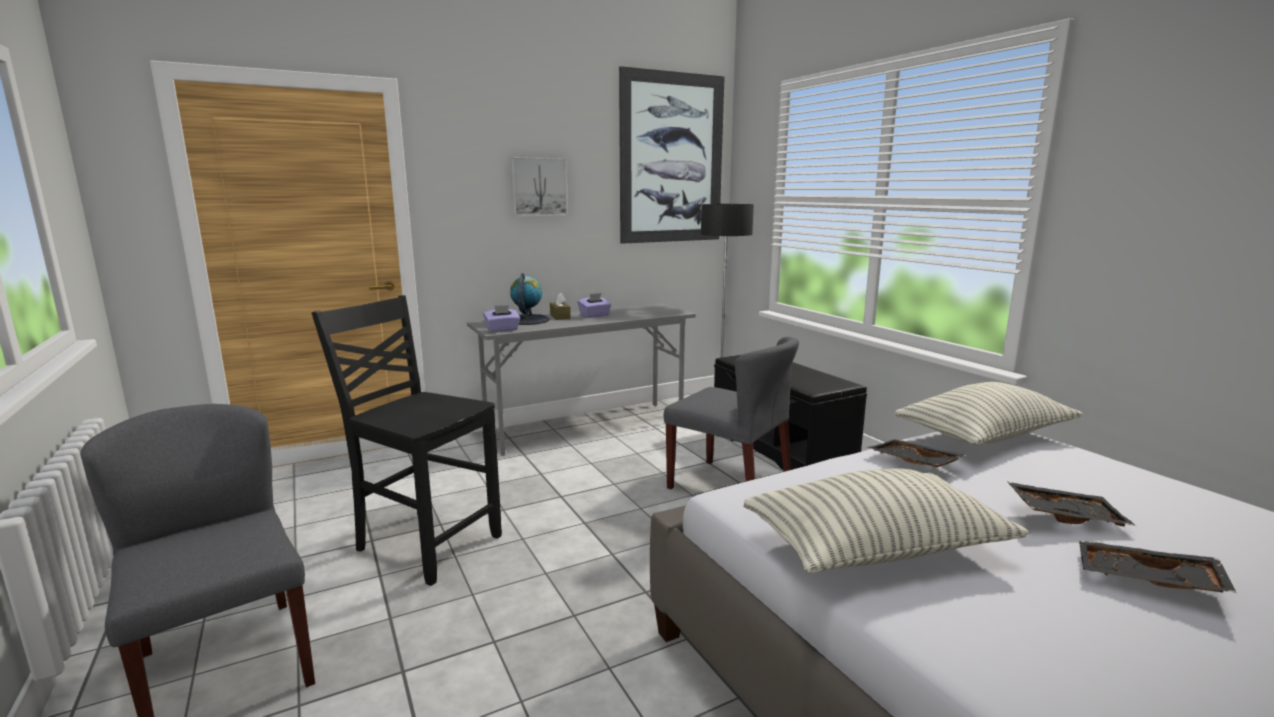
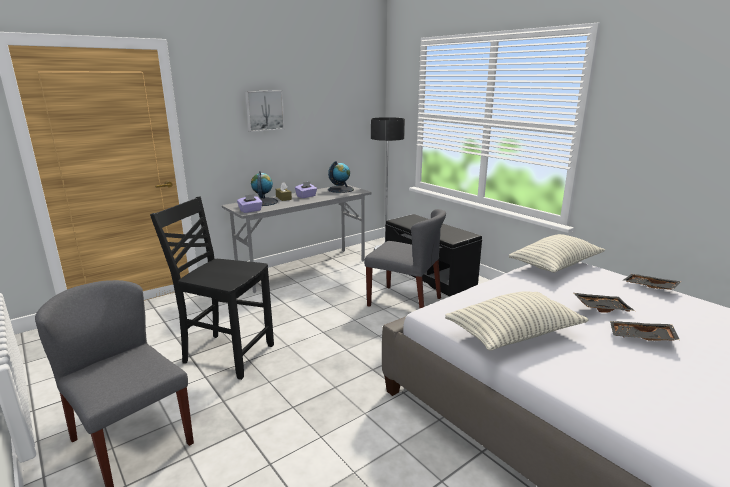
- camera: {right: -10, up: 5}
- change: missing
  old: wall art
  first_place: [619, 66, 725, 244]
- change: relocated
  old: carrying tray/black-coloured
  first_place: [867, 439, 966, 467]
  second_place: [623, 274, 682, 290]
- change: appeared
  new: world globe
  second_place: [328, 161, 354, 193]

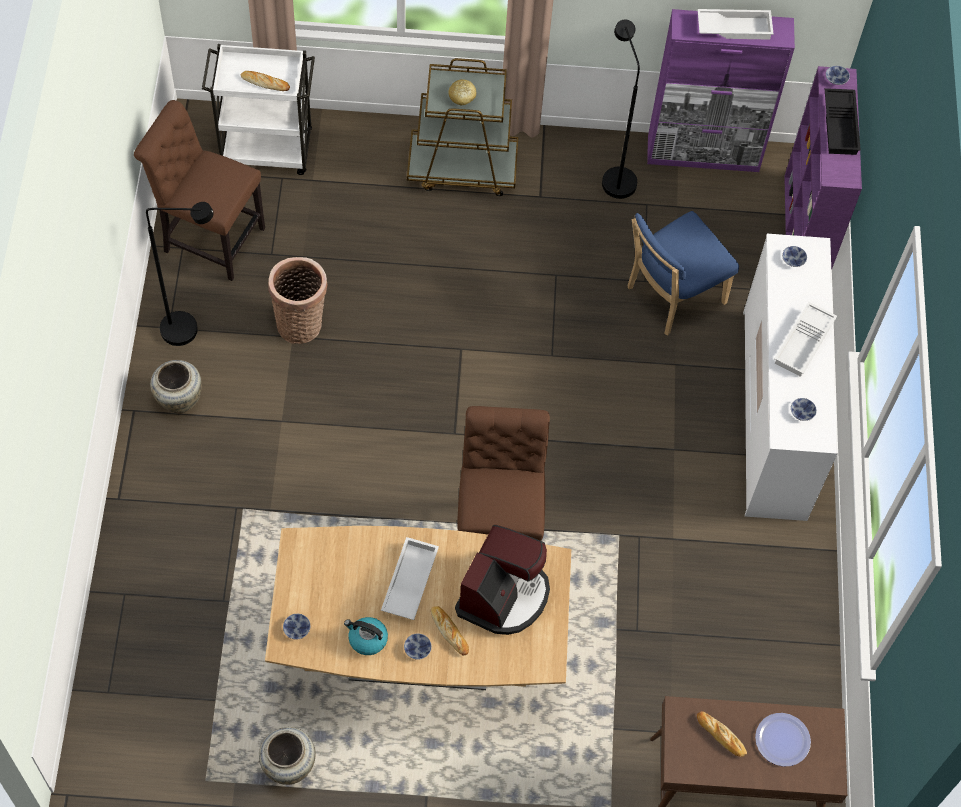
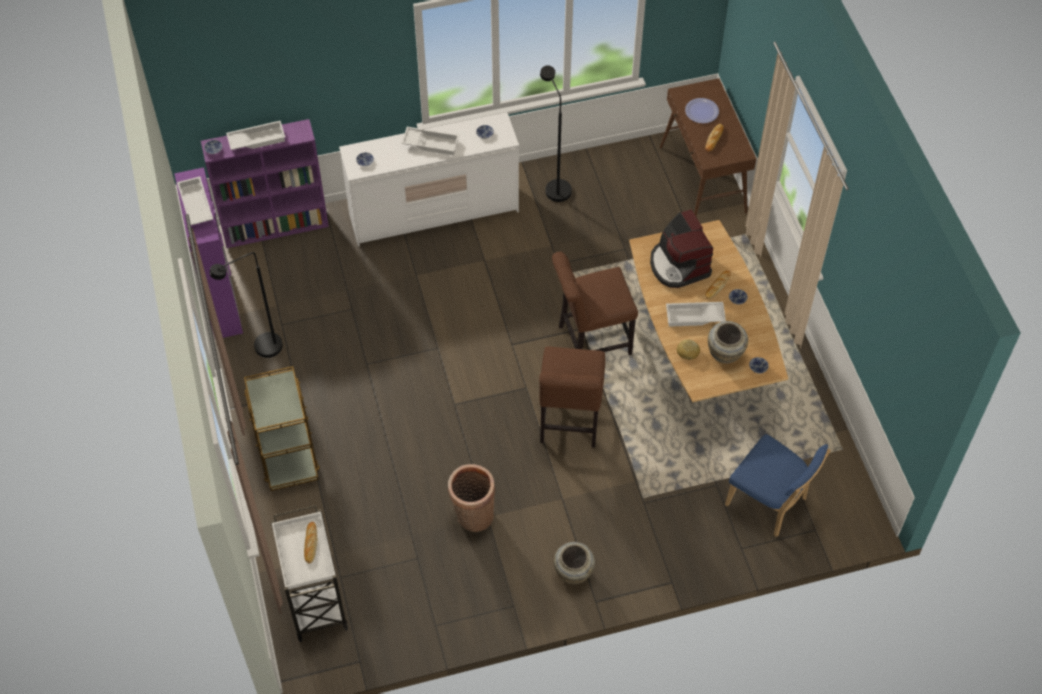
- camera: {right: -105, up: -5}
- change: relocated
  old: baked bread
  first_place: [448, 79, 476, 105]
  second_place: [677, 340, 700, 360]
- change: colour
  old: carrying tray/black-coloured
  new: carrying tray/white-coloured
  first_place: [825, 88, 861, 155]
  second_place: [226, 121, 285, 150]
- change: relocated
  old: chair/brownish
  first_place: [134, 100, 265, 281]
  second_place: [539, 347, 605, 448]
- change: relocated
  old: floor lamp/black-coloured
  first_place: [146, 202, 214, 346]
  second_place: [540, 65, 572, 202]
- change: relocated
  old: chair/blue
  first_place: [627, 211, 739, 336]
  second_place: [725, 434, 831, 537]
- change: spun
  old: coffee machine
  first_place: [455, 525, 550, 635]
  second_place: [650, 210, 713, 288]
  degrees: -120
- change: missing
  old: water kettle
  first_place: [344, 617, 388, 655]
- change: relocated
  old: vase/beige
  first_place: [259, 727, 315, 785]
  second_place: [708, 321, 748, 364]

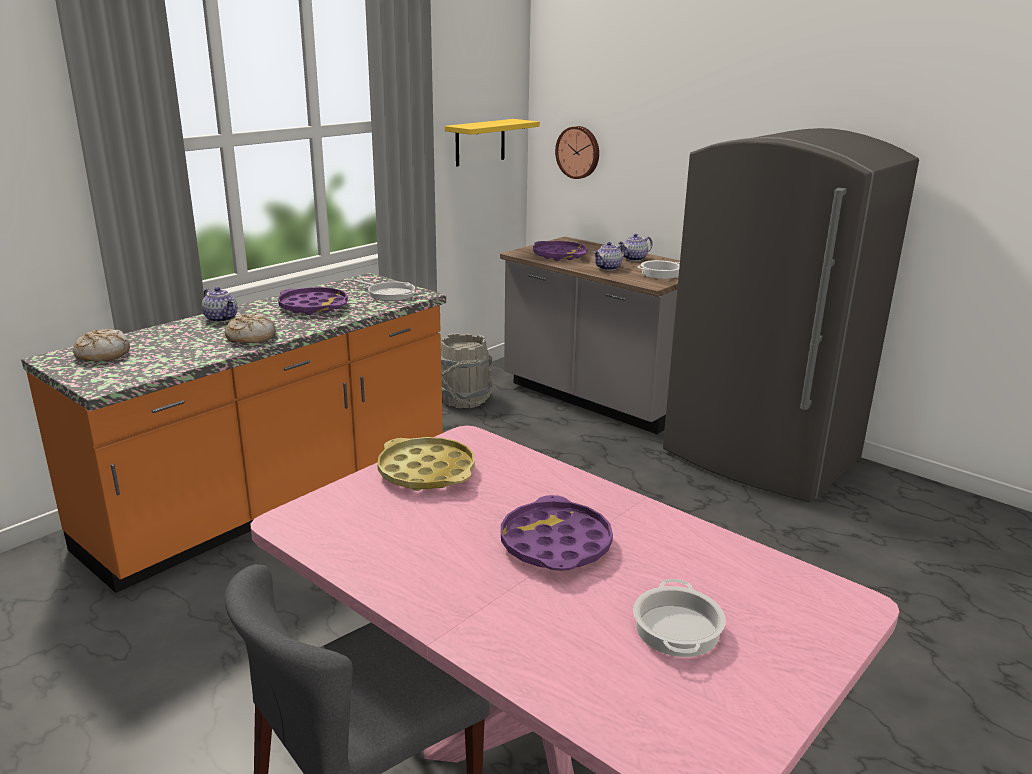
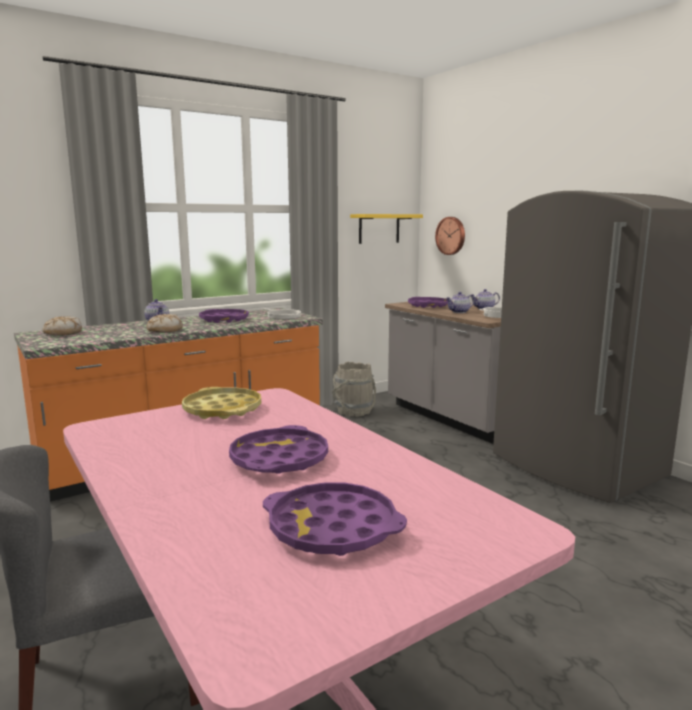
- camera: {right: 15, up: -10}
- change: exchanged
  old: cooking pot
  new: carrying tray/purple-coloured
  first_place: [633, 579, 726, 657]
  second_place: [263, 482, 407, 556]

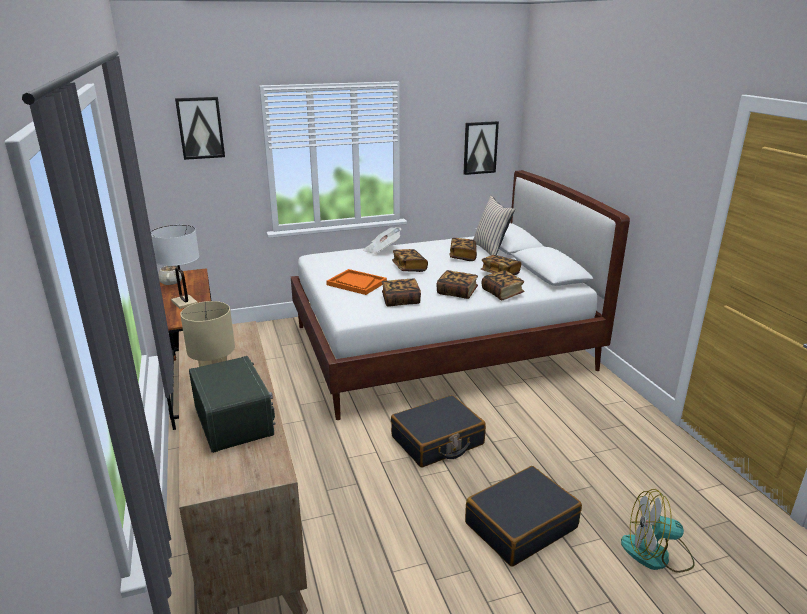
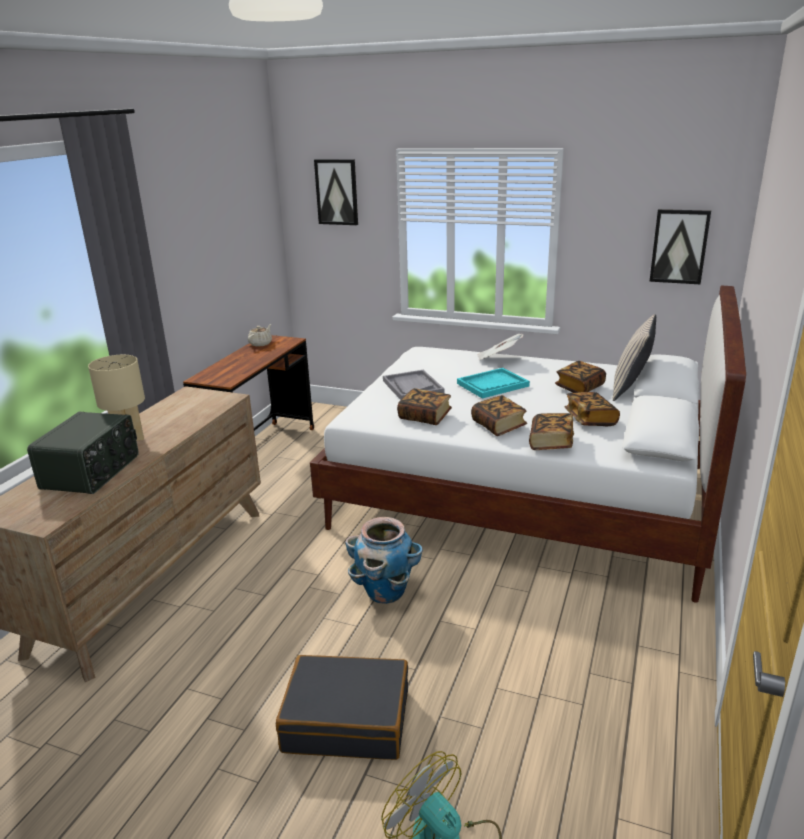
- camera: {right: 40, up: 0}
- change: missing
  old: lamp for a table/white-coloured
  first_place: [151, 225, 199, 309]
- change: exchanged
  old: volume
  new: carrying tray/turquoise-coloured
  first_place: [392, 249, 428, 272]
  second_place: [457, 368, 530, 399]
- change: colour
  old: carrying tray/orangey
  new: carrying tray/greyish
  first_place: [326, 269, 387, 295]
  second_place: [383, 370, 444, 400]
- change: exchanged
  old: suitcase/black-coloured
  new: flower pot
  first_place: [391, 395, 486, 467]
  second_place: [345, 517, 423, 604]

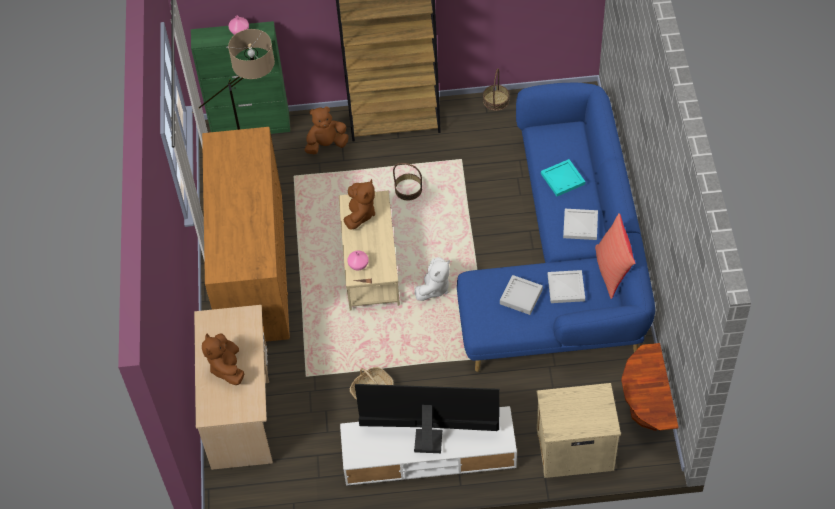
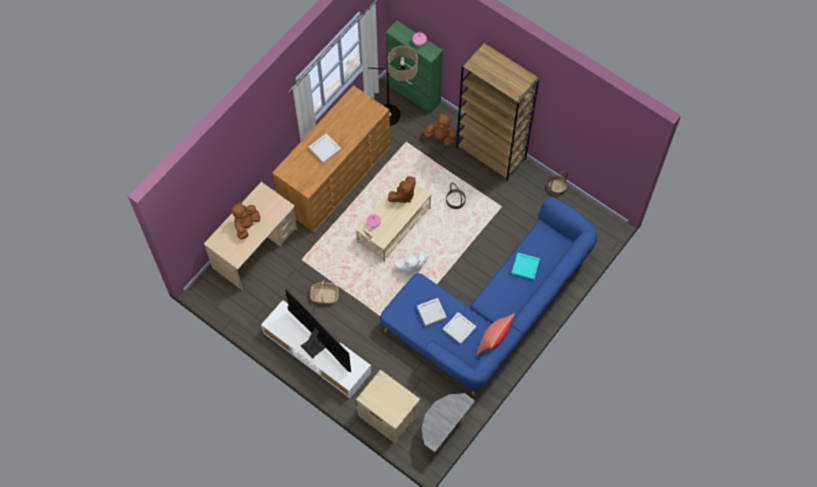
- camera: {right: 40, up: 10}
- change: relocated
  old: carrying tray/white-coloured
  first_place: [563, 209, 598, 240]
  second_place: [309, 133, 341, 164]
- change: colour
  old: side table/brownish
  new: side table/greyish
  first_place: [621, 343, 679, 431]
  second_place: [422, 393, 475, 452]

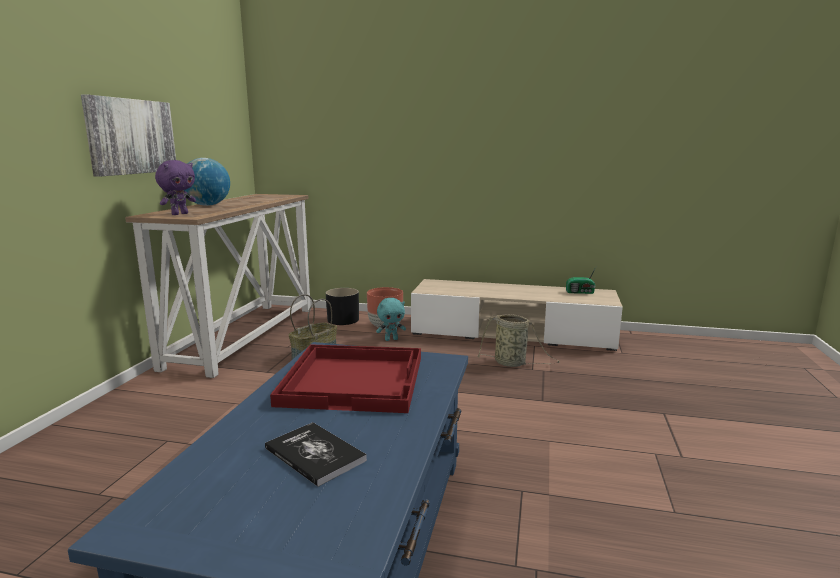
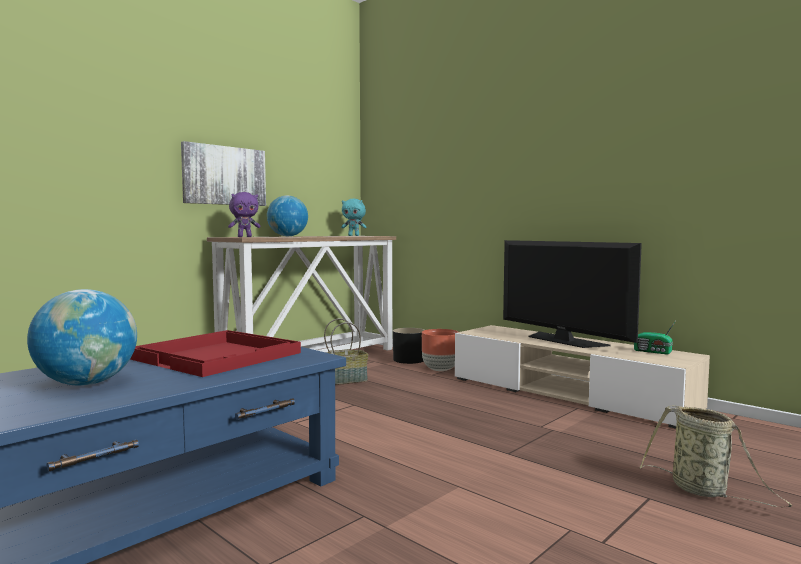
- camera: {right: 30, up: -10}
- change: relocated
  old: cuddly toy/turquoise-coloured
  first_place: [376, 298, 406, 341]
  second_place: [341, 199, 366, 236]
- change: relocated
  old: storage basket
  first_place: [477, 314, 560, 367]
  second_place: [640, 405, 792, 507]
- change: exchanged
  old: volume
  new: world globe
  first_place: [265, 422, 367, 487]
  second_place: [27, 289, 137, 386]
- change: appeared
  new: TV set
  second_place: [503, 240, 642, 348]

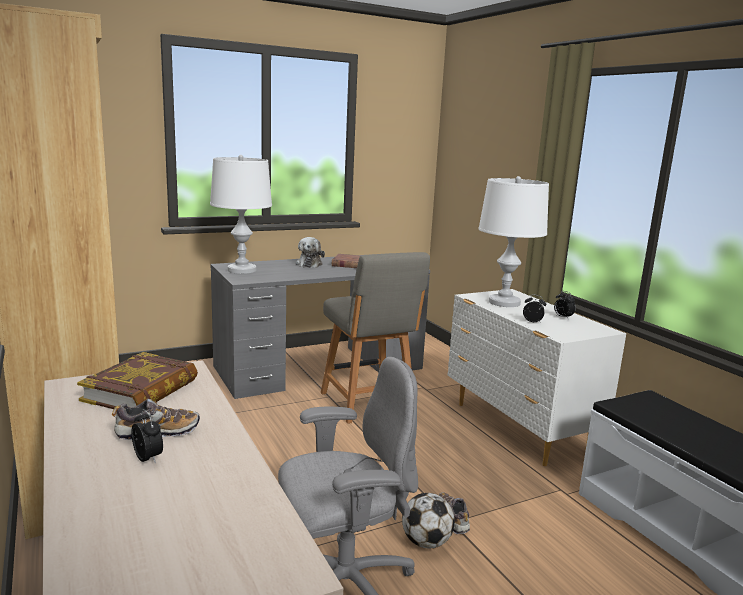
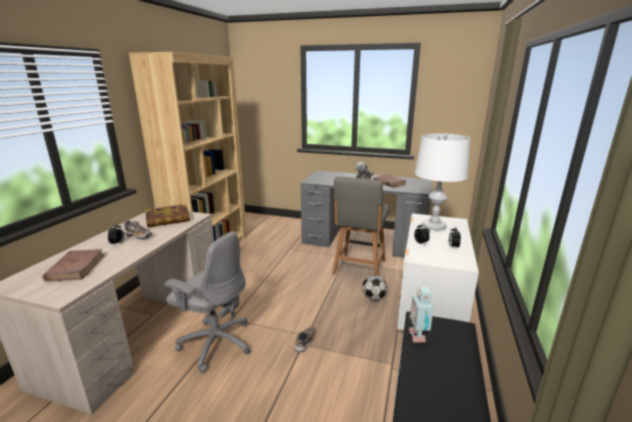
- camera: {right: 45, up: 5}
- change: missing
  old: lamp for a table/white-coloured
  first_place: [210, 155, 272, 274]
- change: relocated
  old: ball for football
  first_place: [402, 493, 455, 549]
  second_place: [362, 275, 388, 301]
- change: appeared
  new: volume/brownish
  second_place: [42, 249, 105, 282]
- change: appeared
  new: model robot
  second_place: [409, 287, 434, 343]

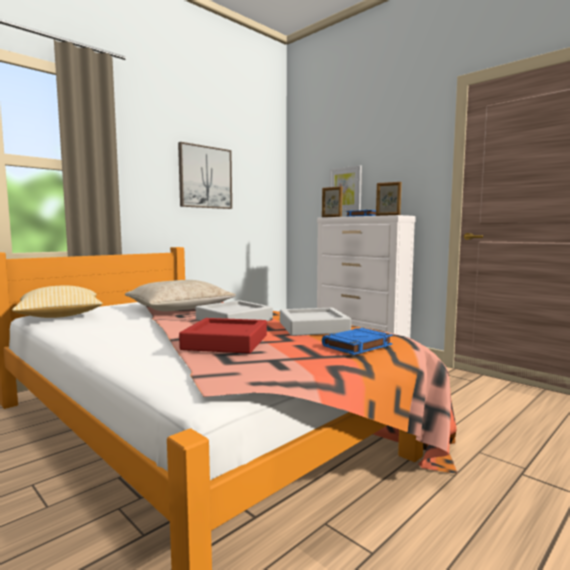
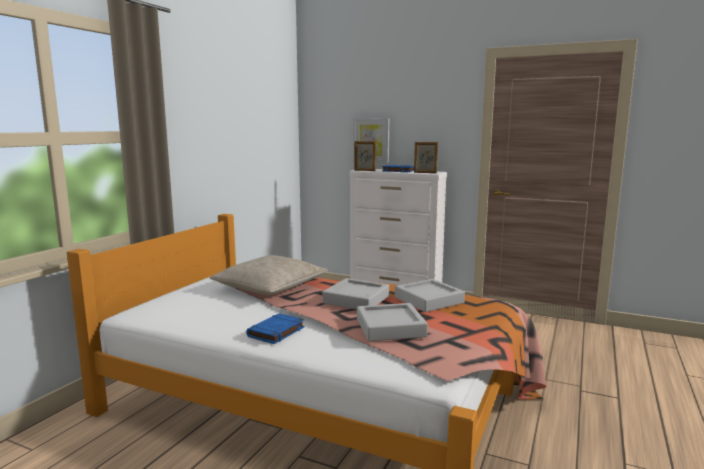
- camera: {right: -20, up: 5}
- change: missing
  old: wall art
  first_place: [178, 142, 232, 209]
- change: missing
  old: throw pillow
  first_place: [12, 286, 103, 318]
- change: colour
  old: carrying tray/red
  new: carrying tray/greyish
  first_place: [179, 318, 267, 354]
  second_place: [357, 303, 428, 341]
- change: relocated
  old: volume/blue
  first_place: [322, 328, 393, 355]
  second_place: [246, 313, 305, 344]

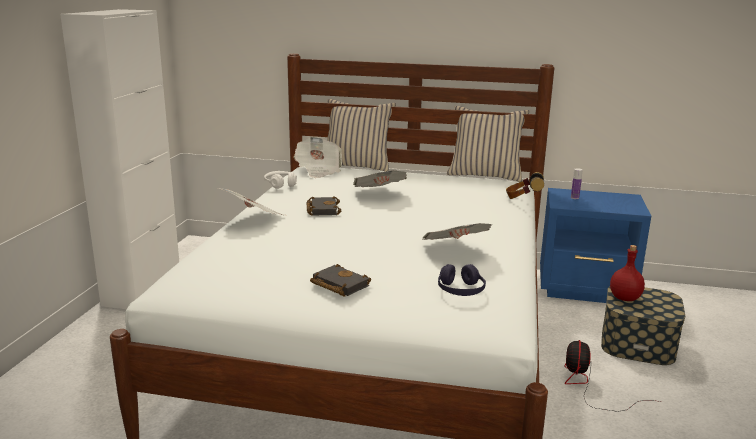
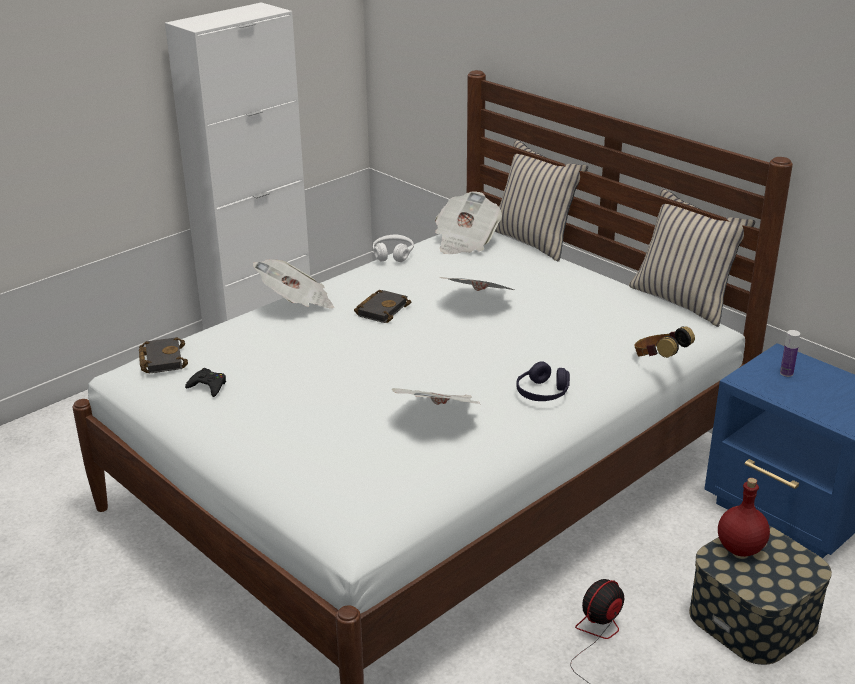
- camera: {right: 35, up: 10}
- change: relocated
  old: volume/black-coloured
  first_place: [310, 264, 371, 297]
  second_place: [139, 337, 188, 374]
- change: relocated
  old: headphones/purple-coloured
  first_place: [438, 264, 486, 296]
  second_place: [516, 361, 570, 401]
- change: appeared
  new: joypad/black-coloured
  second_place: [185, 368, 226, 397]

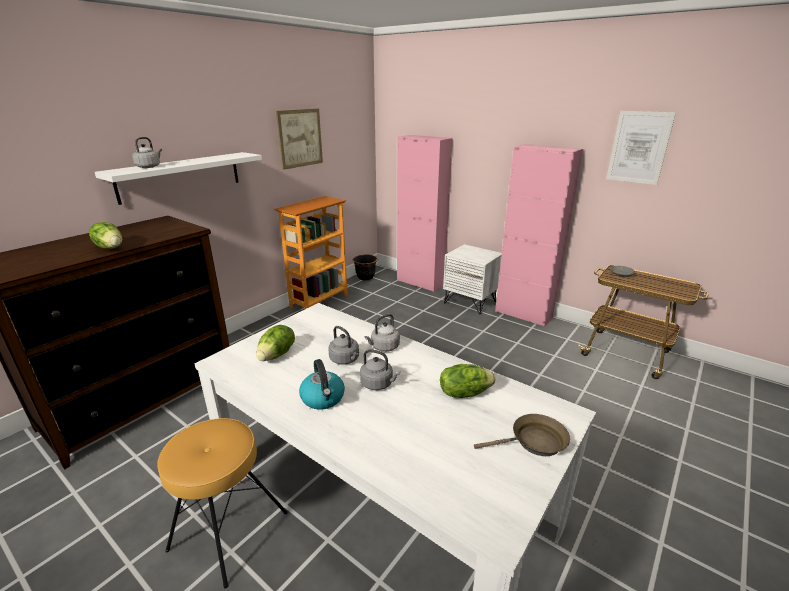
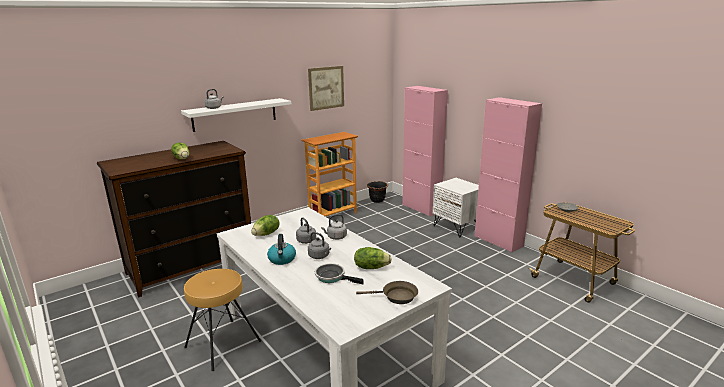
- camera: {right: 15, up: -5}
- change: missing
  old: wall art
  first_place: [606, 111, 676, 185]
- change: appeared
  new: pan
  second_place: [315, 263, 364, 284]

